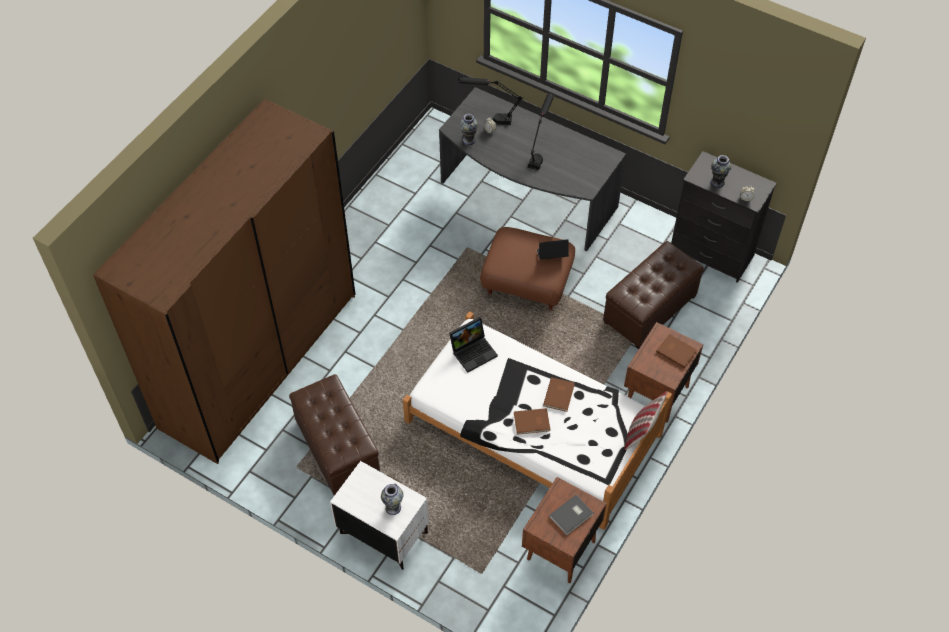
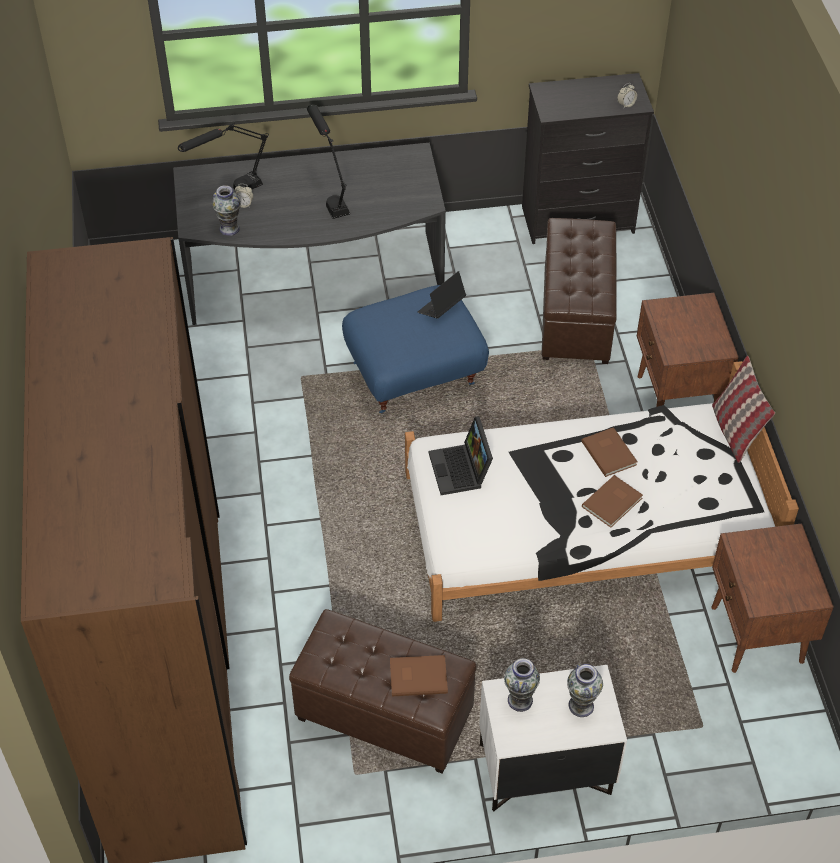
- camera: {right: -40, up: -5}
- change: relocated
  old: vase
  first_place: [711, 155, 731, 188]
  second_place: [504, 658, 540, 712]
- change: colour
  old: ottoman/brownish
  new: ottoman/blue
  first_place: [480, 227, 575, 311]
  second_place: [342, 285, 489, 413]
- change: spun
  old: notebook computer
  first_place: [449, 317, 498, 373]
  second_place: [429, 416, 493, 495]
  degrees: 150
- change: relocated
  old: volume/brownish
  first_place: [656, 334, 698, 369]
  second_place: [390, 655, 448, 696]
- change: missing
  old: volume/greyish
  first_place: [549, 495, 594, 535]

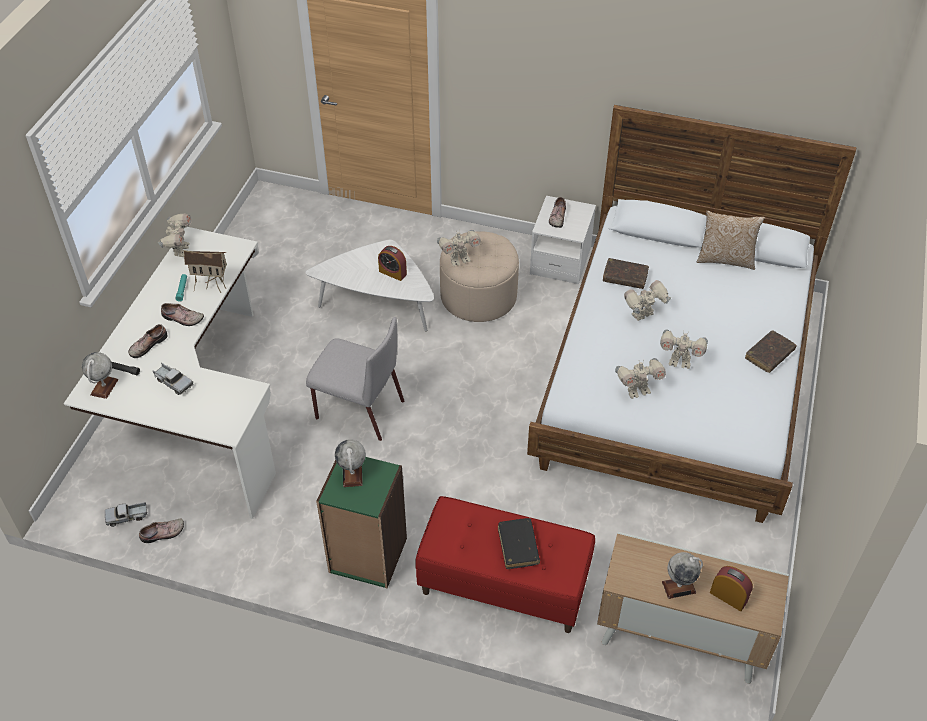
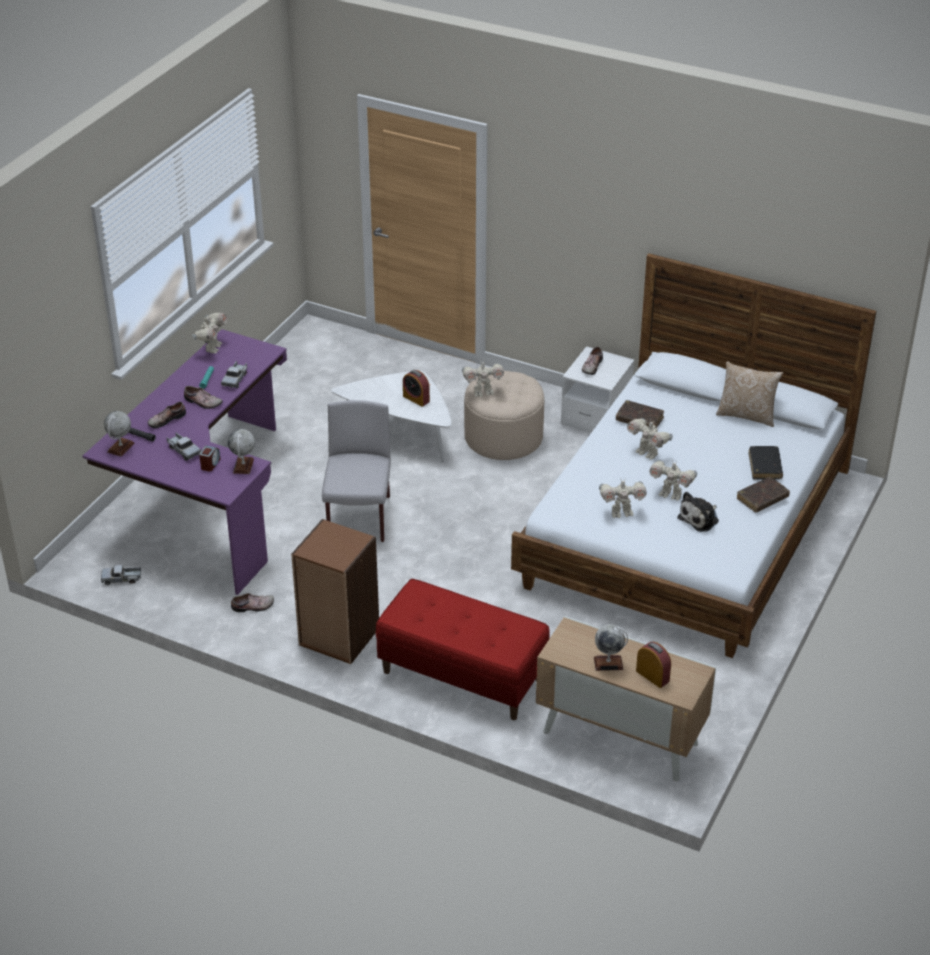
- camera: {right: 10, up: -10}
- change: colour
  old: desk table/white-coloured
  new: desk table/purple-coloured
  first_place: [64, 227, 276, 519]
  second_place: [83, 329, 287, 595]
- change: exchanged
  old: miniature house
  new: model truck
  first_place: [184, 250, 227, 293]
  second_place: [221, 361, 247, 388]
- change: spun
  old: model robot
  first_place: [624, 280, 671, 321]
  second_place: [627, 418, 673, 460]
  degrees: -120
- change: spun
  old: chair/greyish
  first_place: [306, 317, 404, 441]
  second_place: [322, 400, 391, 542]
  degrees: -120
- change: relocated
  old: world globe
  first_place: [335, 439, 366, 487]
  second_place: [228, 429, 255, 474]
- change: colour
  old: bookcase/green
  new: bookcase/brownish
  first_place: [316, 457, 407, 588]
  second_place: [291, 519, 379, 664]
- change: relocated
  old: low shoe
  first_place: [139, 518, 184, 543]
  second_place: [231, 593, 274, 612]
- change: relocated
  old: volume/black-coloured
  first_place: [498, 518, 540, 569]
  second_place: [748, 446, 783, 480]
- change: appeared
  new: alarm clock
  second_place: [199, 446, 220, 471]
- change: appeared
  new: cuddly toy
  second_place: [677, 492, 719, 532]

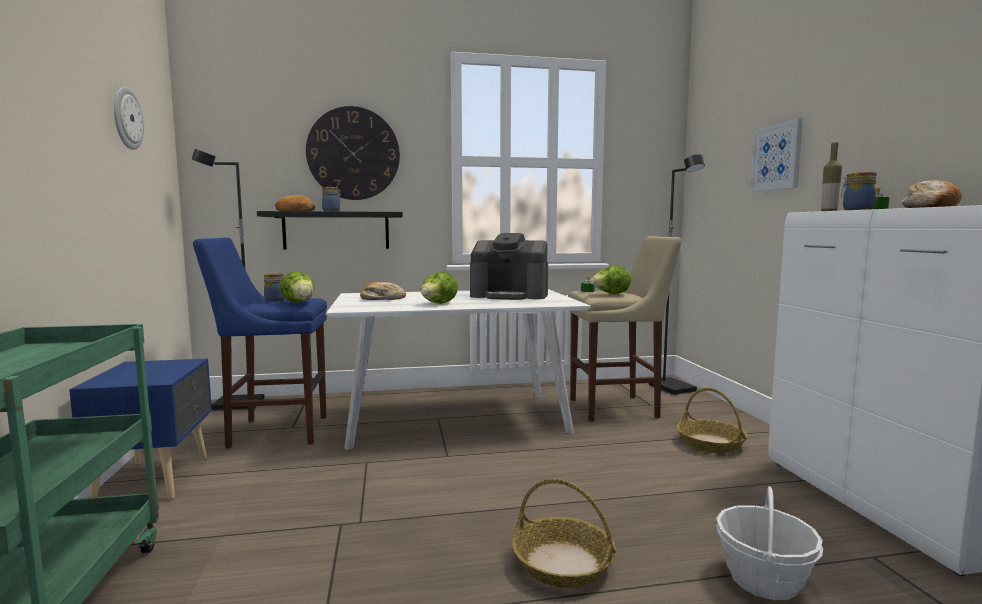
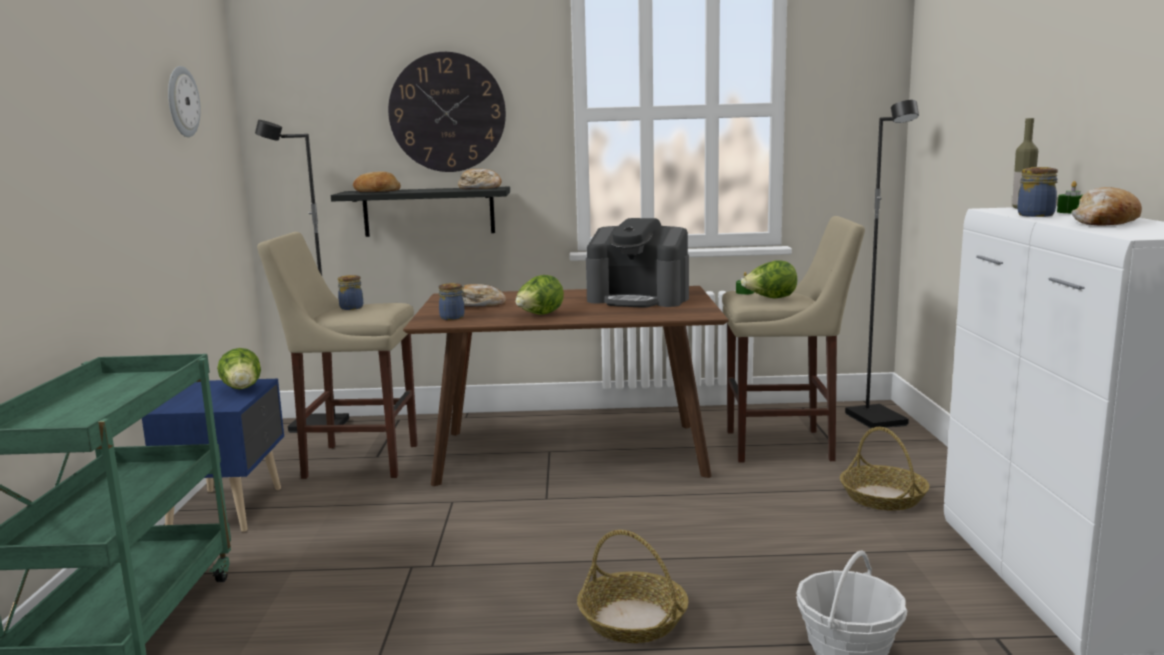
- camera: {right: 10, up: 5}
- change: missing
  old: wall art
  first_place: [750, 118, 803, 192]
- change: relocated
  old: preserve jar
  first_place: [322, 187, 341, 211]
  second_place: [439, 283, 466, 320]
- change: colour
  old: stool seat/blue
  new: stool seat/beige
  first_place: [193, 237, 327, 448]
  second_place: [257, 232, 418, 479]
- change: relocated
  old: lettuce
  first_place: [280, 271, 314, 303]
  second_place: [217, 348, 261, 389]
- change: colour
  old: dining table/white-coloured
  new: dining table/brownish
  first_place: [326, 289, 591, 450]
  second_place: [403, 286, 728, 486]
- change: appeared
  new: baked bread
  second_place: [458, 169, 502, 189]

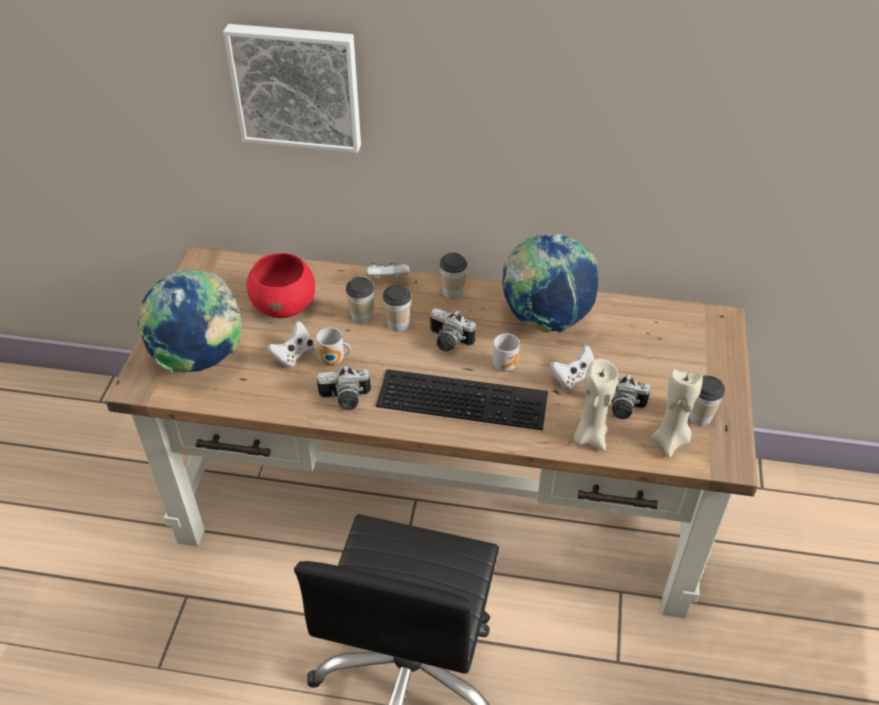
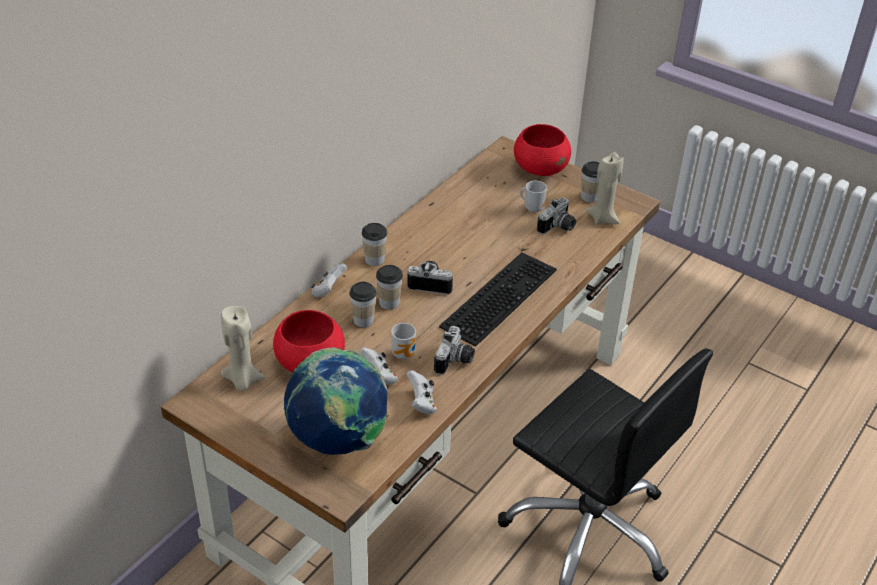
- camera: {right: -65, up: -5}
- change: missing
  old: wall art
  first_place: [223, 24, 361, 153]
- change: missing
  old: world globe
  first_place: [502, 234, 598, 333]
- change: spun
  old: still camera
  first_place: [430, 308, 476, 352]
  second_place: [407, 261, 453, 294]
  degrees: -135
- change: relocated
  old: tea mug
  first_place: [493, 334, 520, 372]
  second_place: [520, 181, 547, 213]
- change: relocated
  old: joypad/white-coloured
  first_place: [549, 345, 594, 390]
  second_place: [406, 370, 437, 414]
- change: relocated
  old: wax candle/beige
  first_place: [574, 359, 618, 451]
  second_place: [221, 306, 265, 391]
- change: appeared
  new: deep dish/red
  second_place: [514, 124, 571, 176]

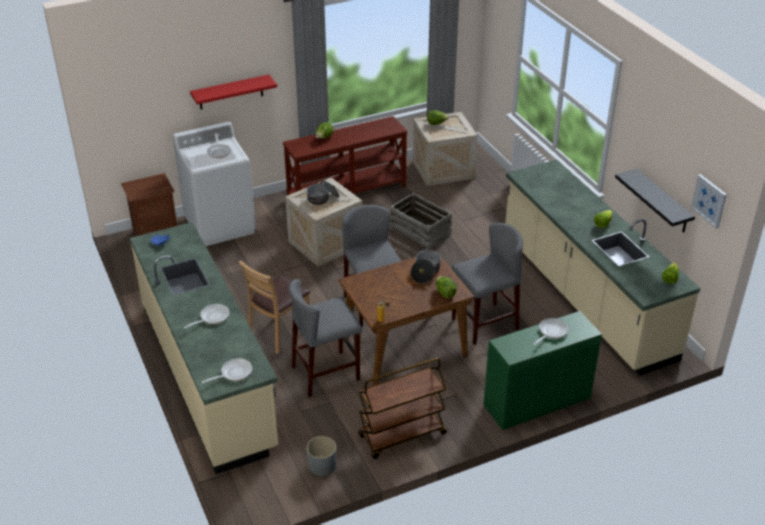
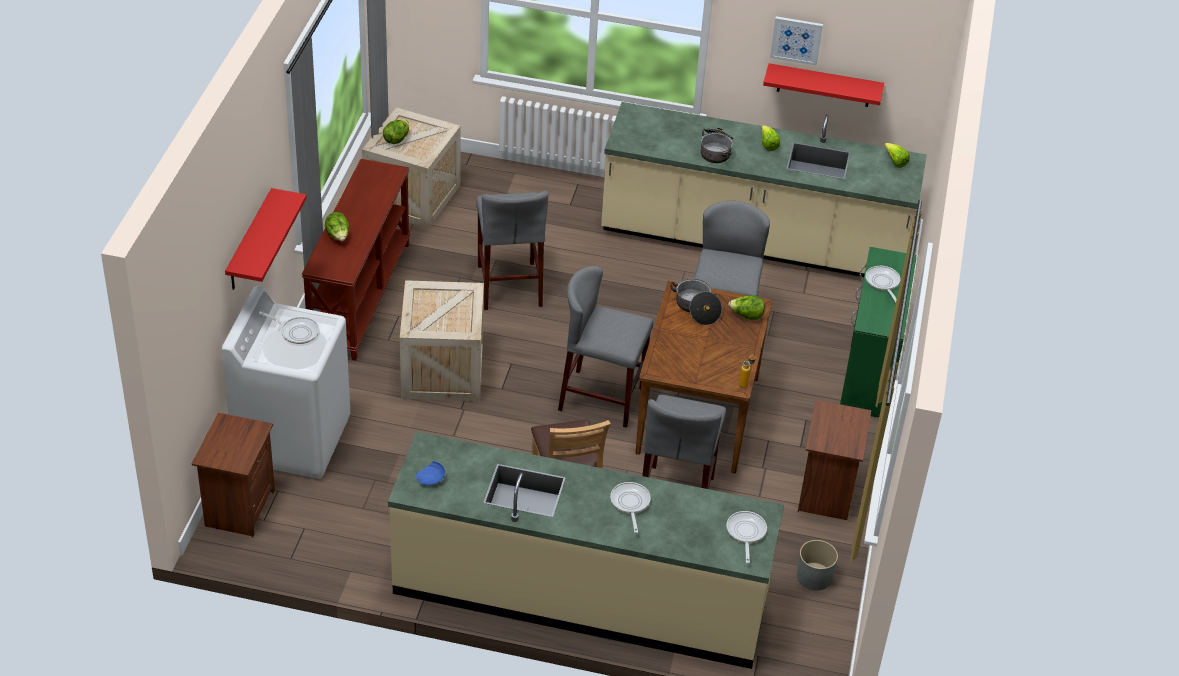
- camera: {right: -55, up: 5}
- change: colour
  old: shelf/black-coloured
  new: shelf/red
  first_place: [615, 169, 695, 233]
  second_place: [763, 63, 884, 107]
- change: relocated
  old: wall art
  first_place: [691, 174, 727, 229]
  second_place: [770, 16, 823, 65]
- change: relocated
  old: cooking pot
  first_place: [306, 181, 340, 205]
  second_place: [701, 128, 733, 163]
- change: exchanged
  old: packing crate
  new: stool seat/greyish
  first_place: [390, 193, 452, 250]
  second_place: [476, 191, 549, 310]
- change: exchanged
  old: wheeled cart/brownish
  new: nightstand/brownish
  first_place: [358, 358, 447, 459]
  second_place: [798, 400, 871, 520]

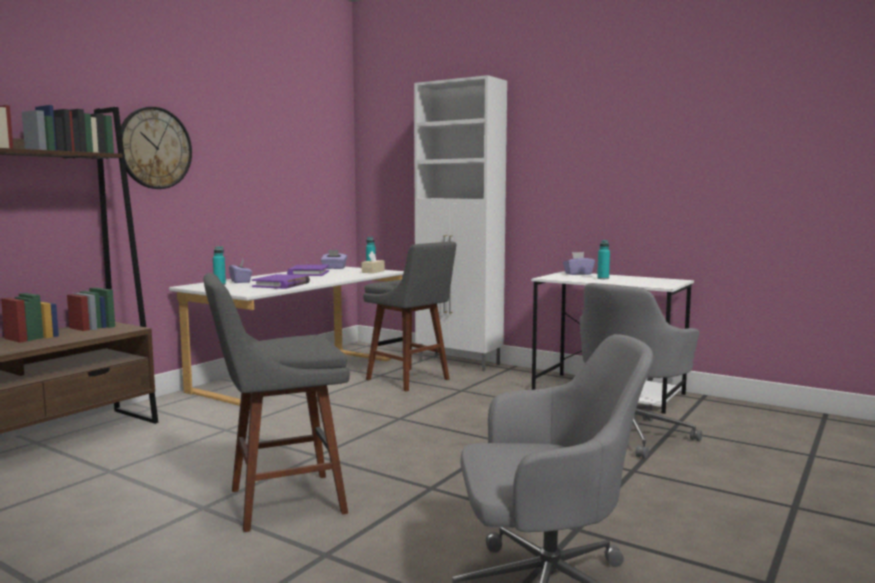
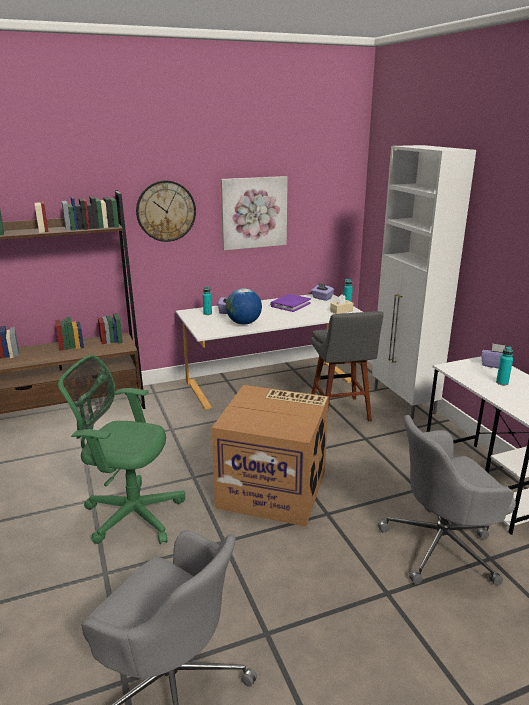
- camera: {right: 35, up: 15}
- change: exchanged
  old: stool seat/greyish
  new: office chair/green
  first_place: [204, 273, 350, 532]
  second_place: [58, 355, 185, 544]
- change: exchanged
  old: volume/purple-coloured
  new: world globe
  first_place: [252, 274, 310, 289]
  second_place: [226, 288, 262, 325]
- change: appeared
  new: wall art
  second_place: [221, 176, 288, 250]
- change: appeared
  new: carton
  second_place: [212, 385, 329, 526]

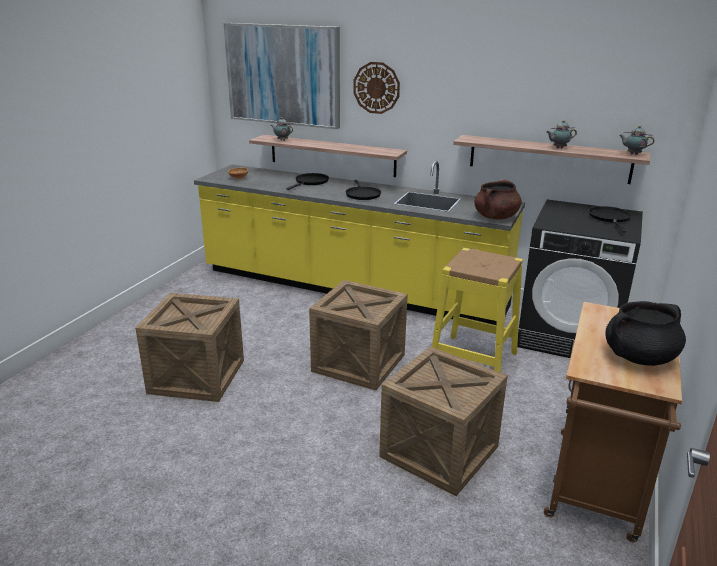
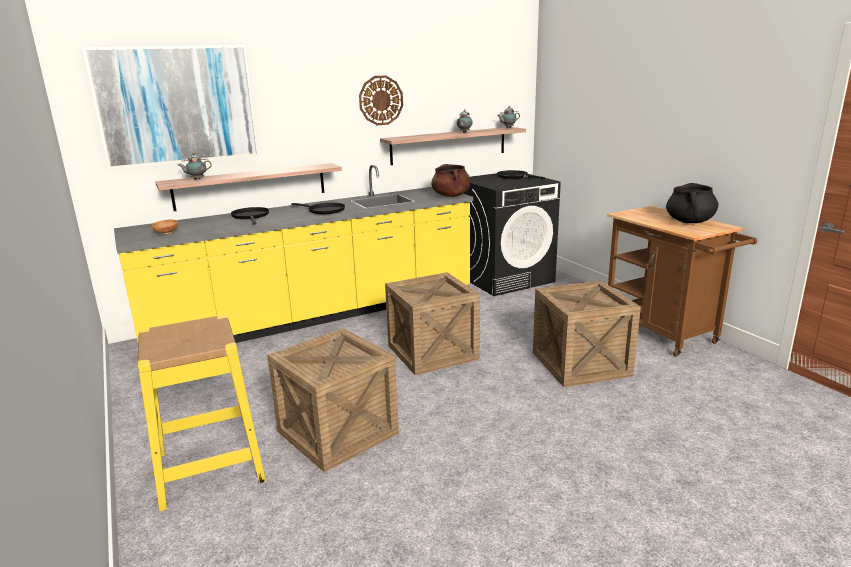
- camera: {right: -50, up: -5}
- change: relocated
  old: wall clock
  first_place: [353, 62, 400, 114]
  second_place: [359, 75, 403, 125]
- change: relocated
  old: stool seat/yellow
  first_place: [432, 248, 523, 373]
  second_place: [138, 315, 266, 511]

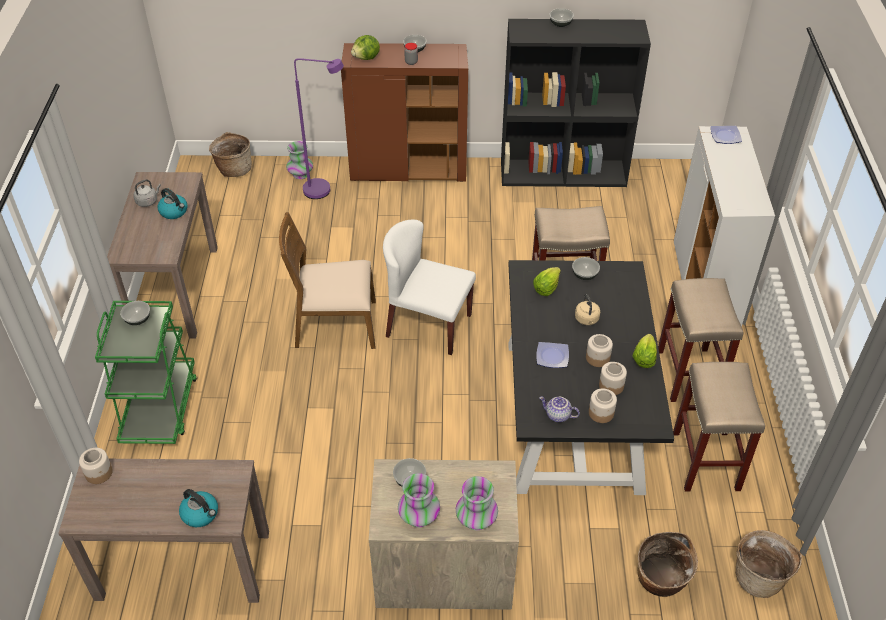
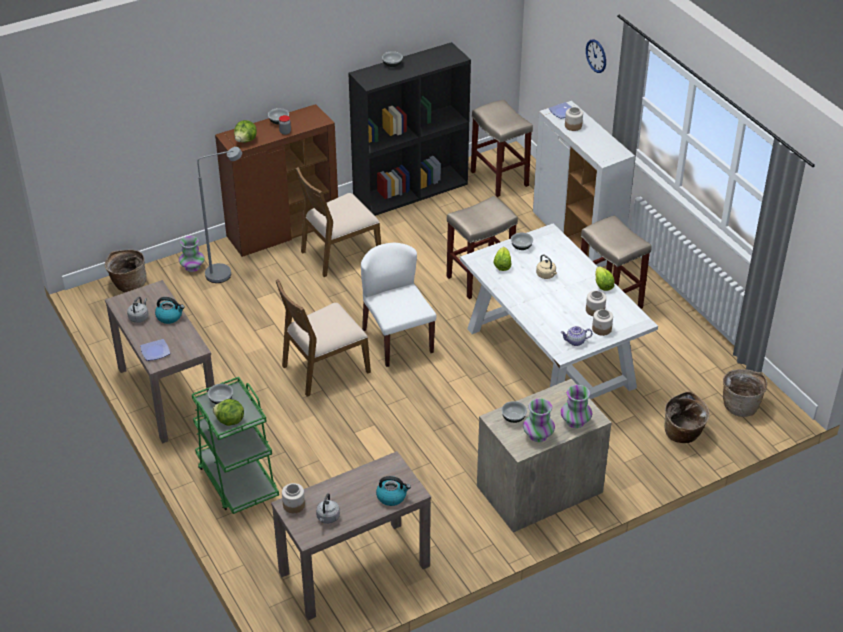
- camera: {right: -30, up: -5}
- change: colour
  old: floor lamp/purple-coloured
  new: floor lamp/greyish
  first_place: [294, 58, 344, 199]
  second_place: [197, 147, 242, 283]
- change: spun
  old: chair/white-coloured
  first_place: [383, 220, 476, 355]
  second_place: [361, 243, 436, 367]
  degrees: 75
- change: colour
  old: dining table/black-coloured
  new: dining table/white-coloured
  first_place: [508, 260, 674, 495]
  second_place: [460, 223, 658, 399]
- change: relocated
  old: preserve jar
  first_place: [586, 334, 613, 367]
  second_place: [565, 107, 583, 131]
- change: relocated
  old: plate
  first_place: [536, 342, 569, 368]
  second_place: [140, 339, 170, 361]
- change: relocated
  old: stool seat/beige
  first_place: [673, 362, 765, 491]
  second_place: [471, 100, 533, 197]
- change: appeared
  new: wall clock
  second_place: [586, 39, 606, 73]
- change: appeared
  new: chair/brownish
  second_place: [296, 167, 381, 277]
- change: appeared
  new: lettuce
  second_place: [213, 399, 244, 426]
- change: appeared
  new: water kettle/greyish
  second_place: [316, 493, 340, 524]

